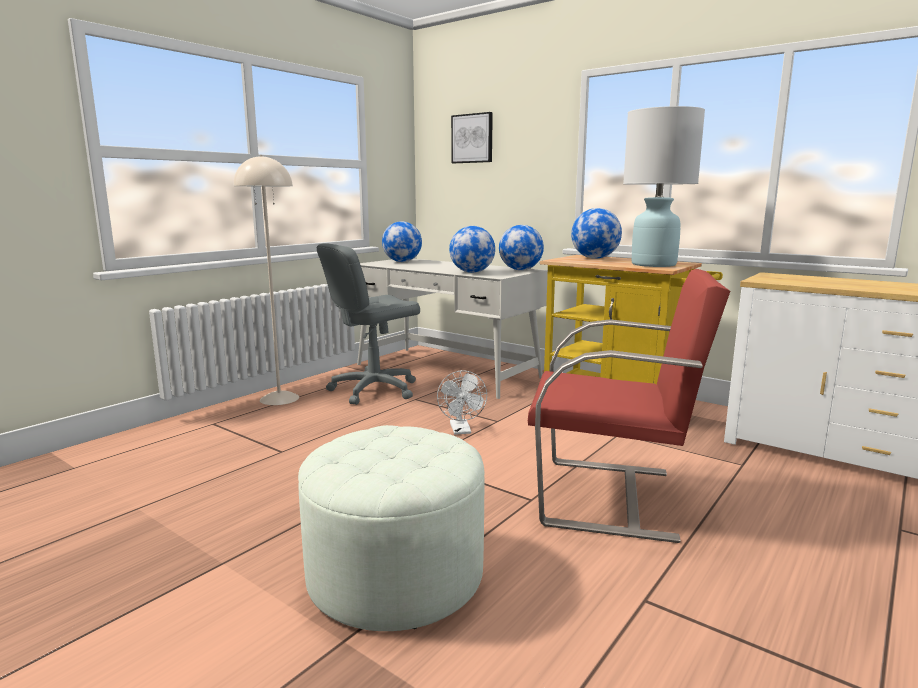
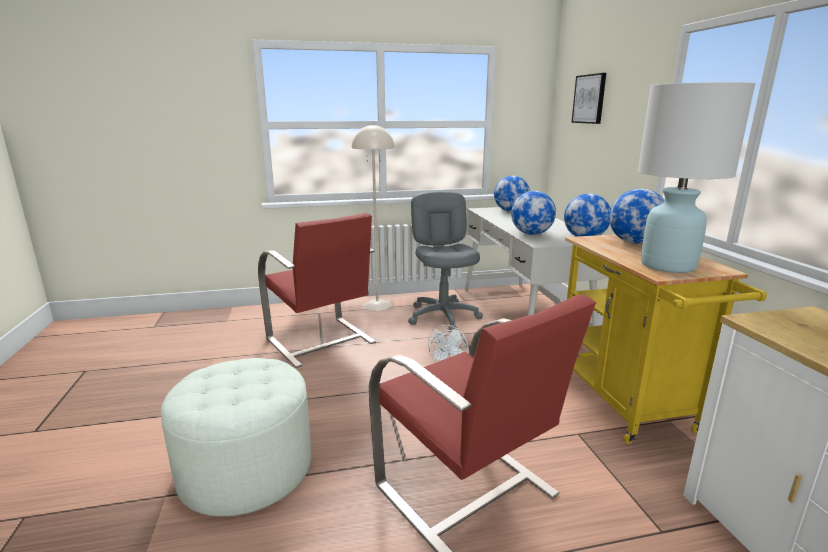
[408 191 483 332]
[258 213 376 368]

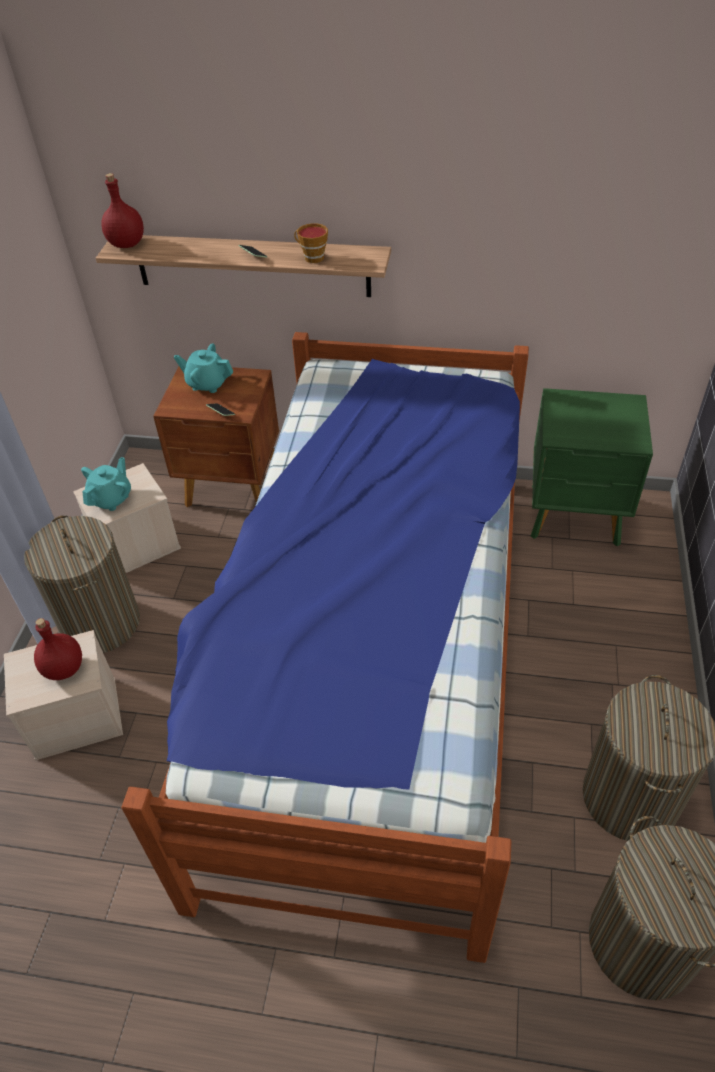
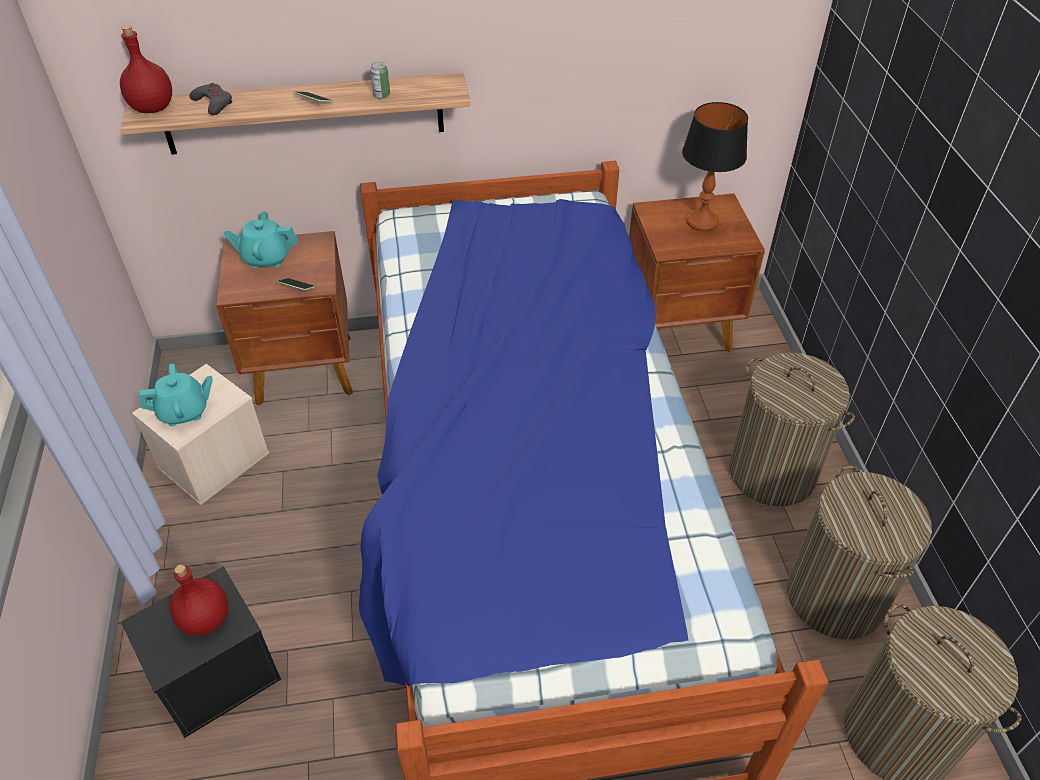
[370 62 390 99]
[629 193 765 353]
[140 363 213 426]
[729 352 855 507]
[121 566 281 738]
[189 83 232 115]
[682 102 748 231]

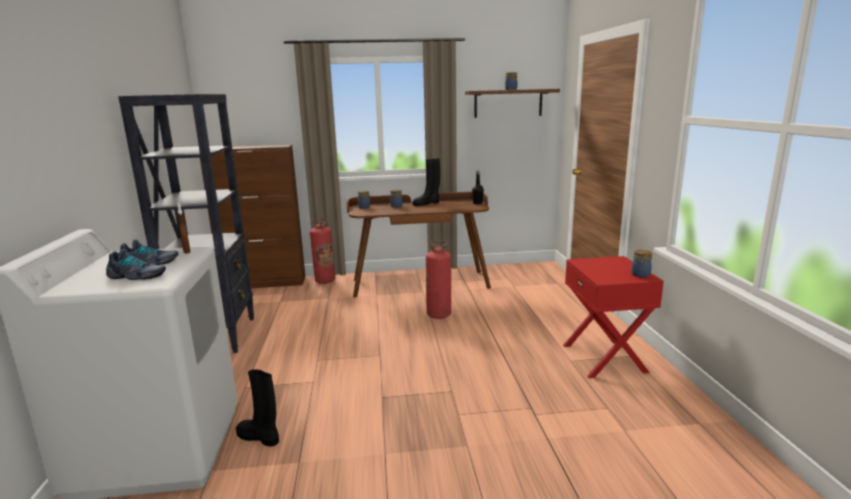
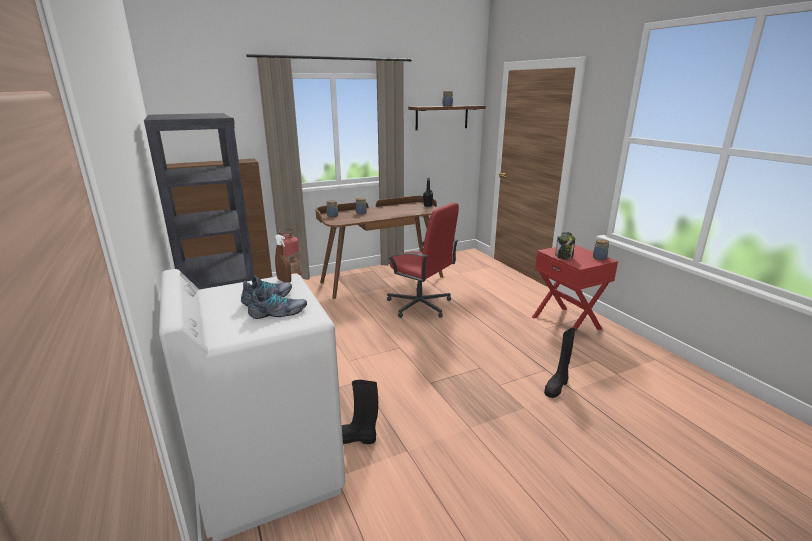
[544 328 575 398]
[387 203 459 318]
[555 232 575 260]

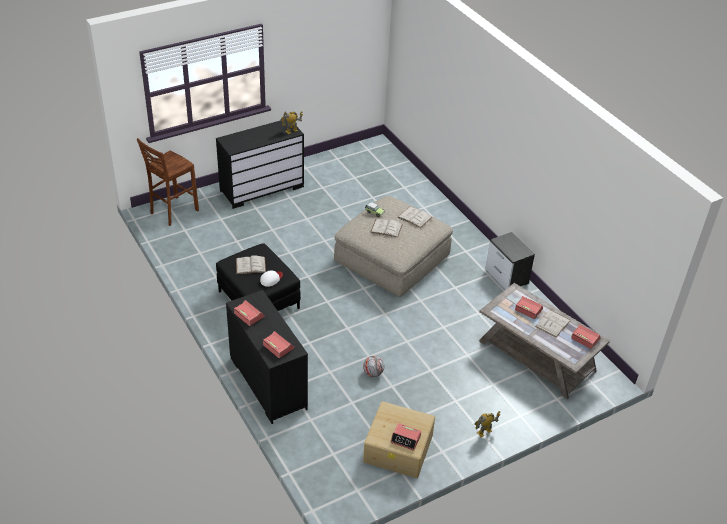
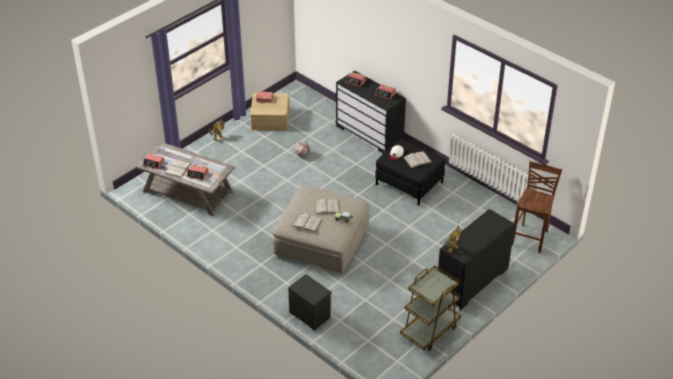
[288 274 332 331]
[400 266 461 351]

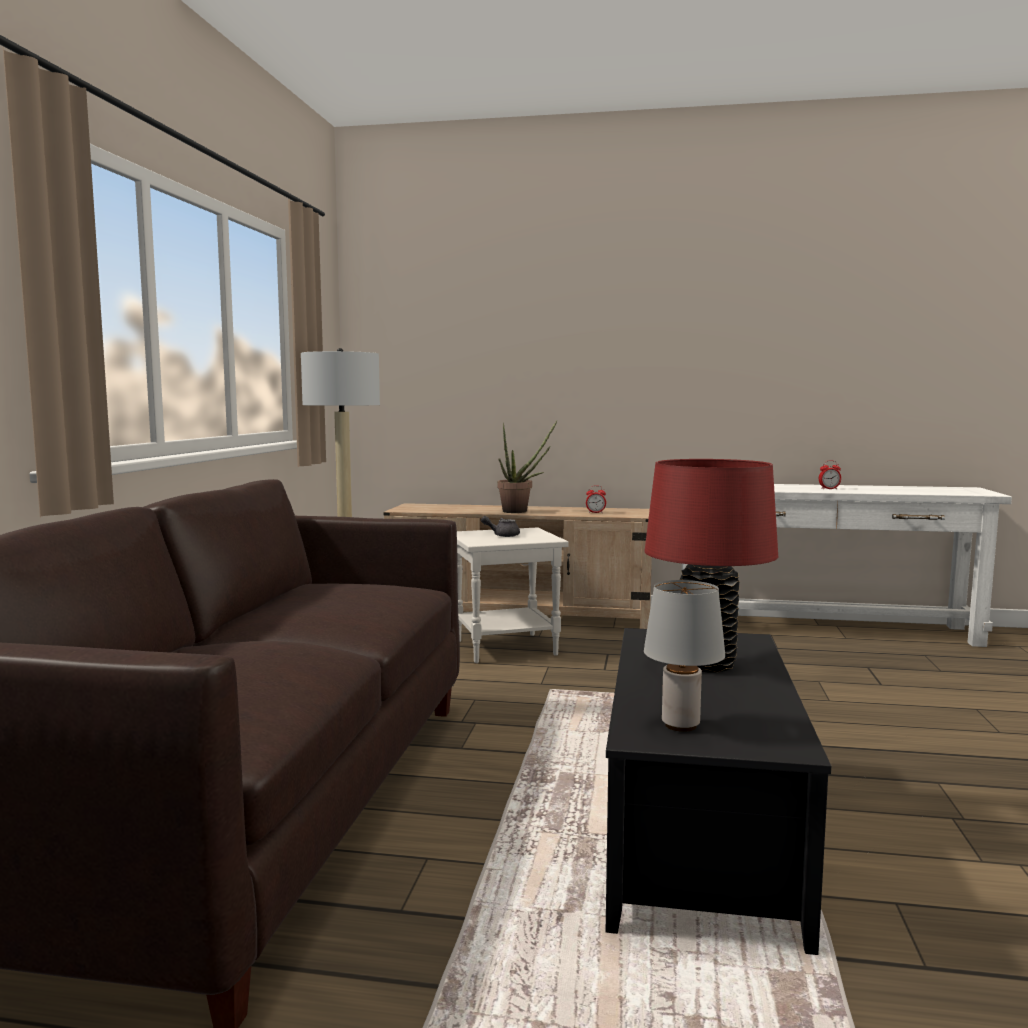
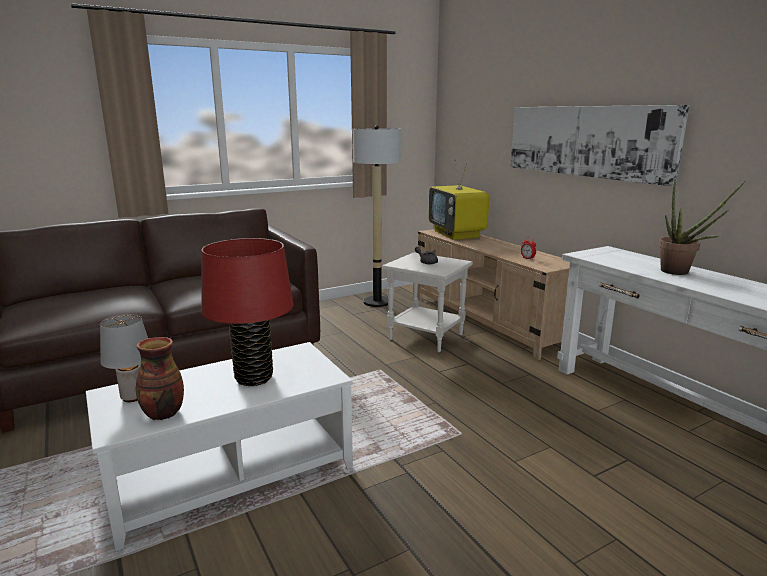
[659 179 745 275]
[819 460 841 489] (first image)
[86 342 353 551]
[510 105 689 187]
[429 160 489 240]
[136 337 184 420]

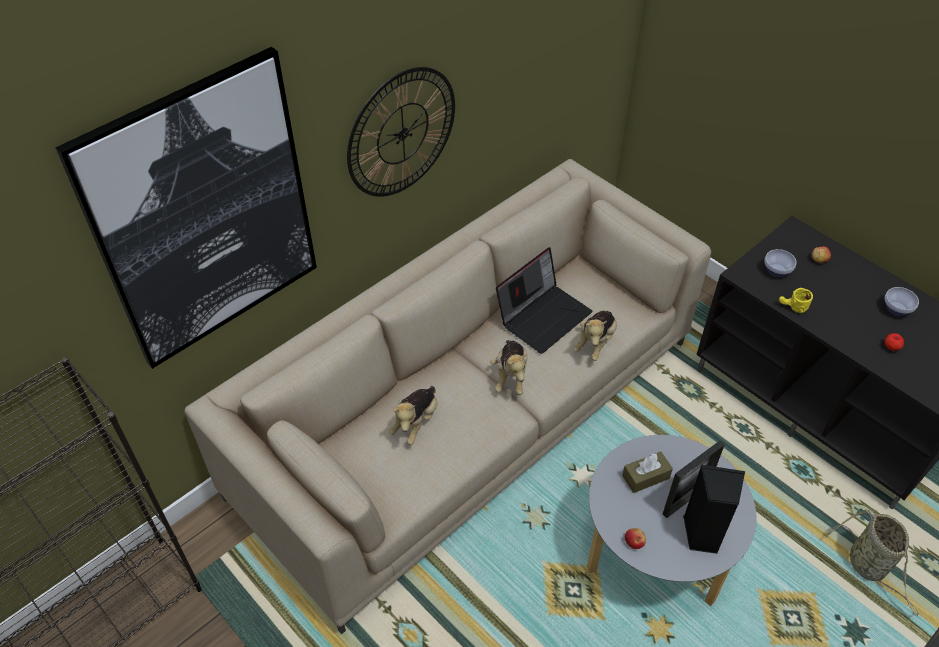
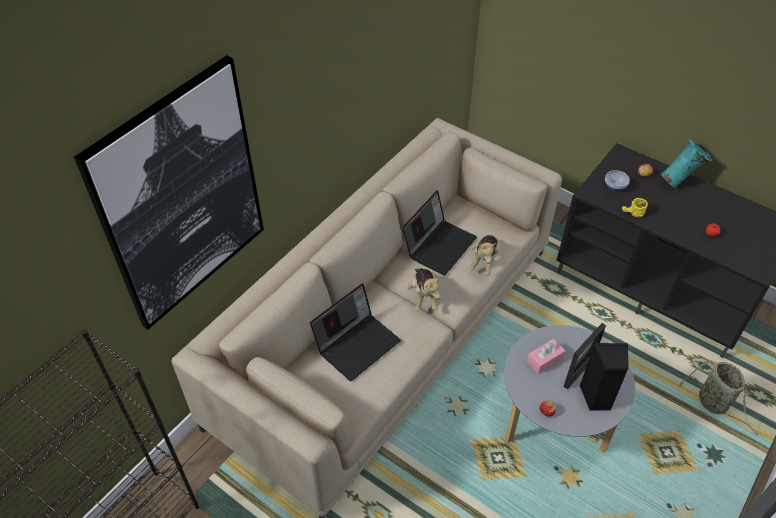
[347 67 455 197] (first image)
[885 287 919 316] (first image)
[310 284 401 381]
[527 339 566 374]
[661 139 712 188]

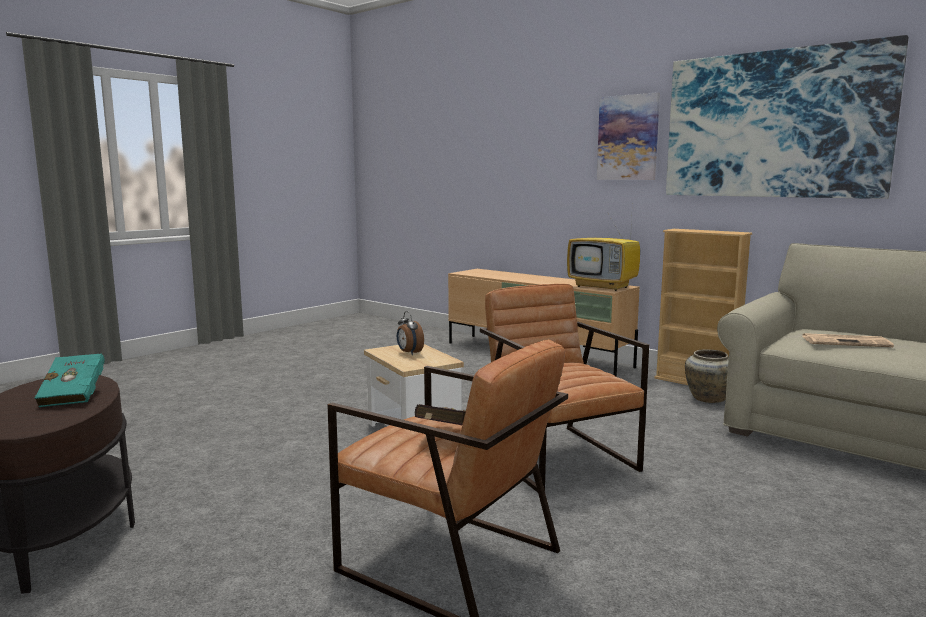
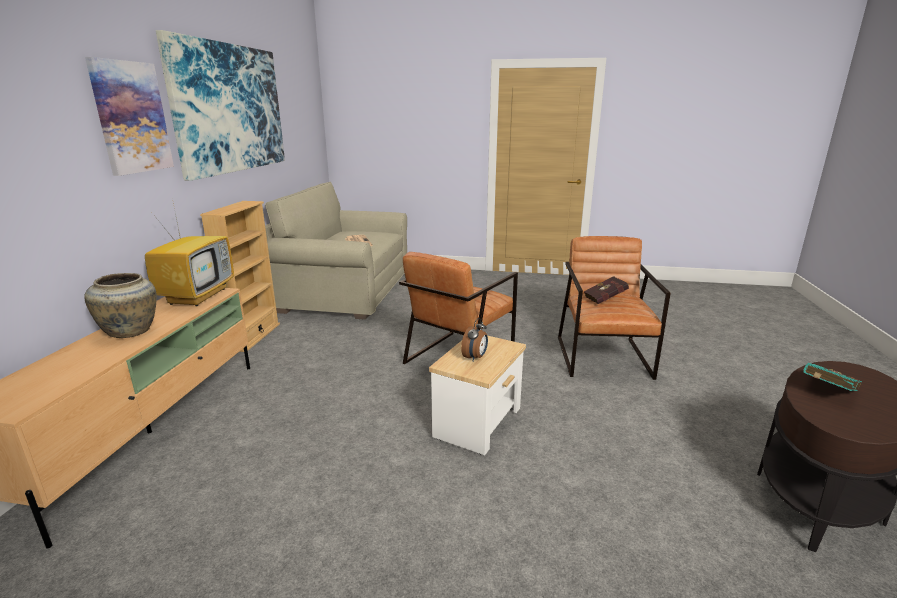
[84 273 157 338]

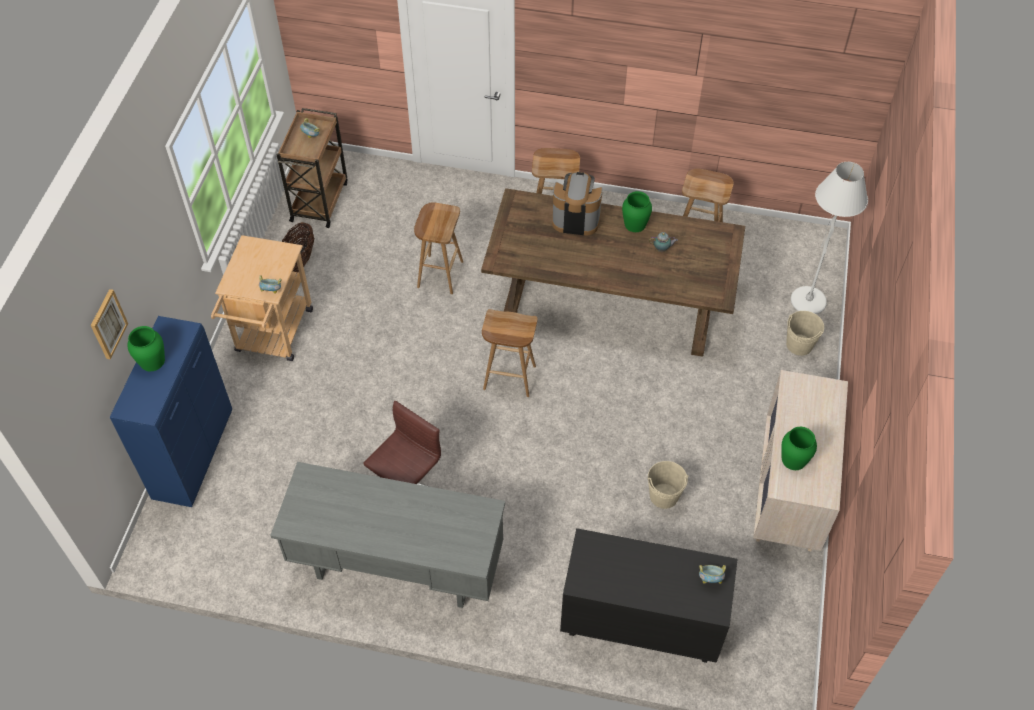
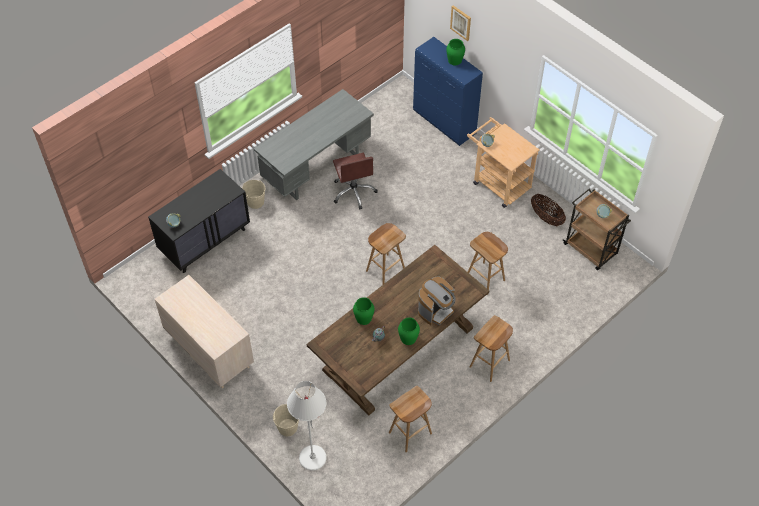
[353 297 374 325]
[242 180 266 209]

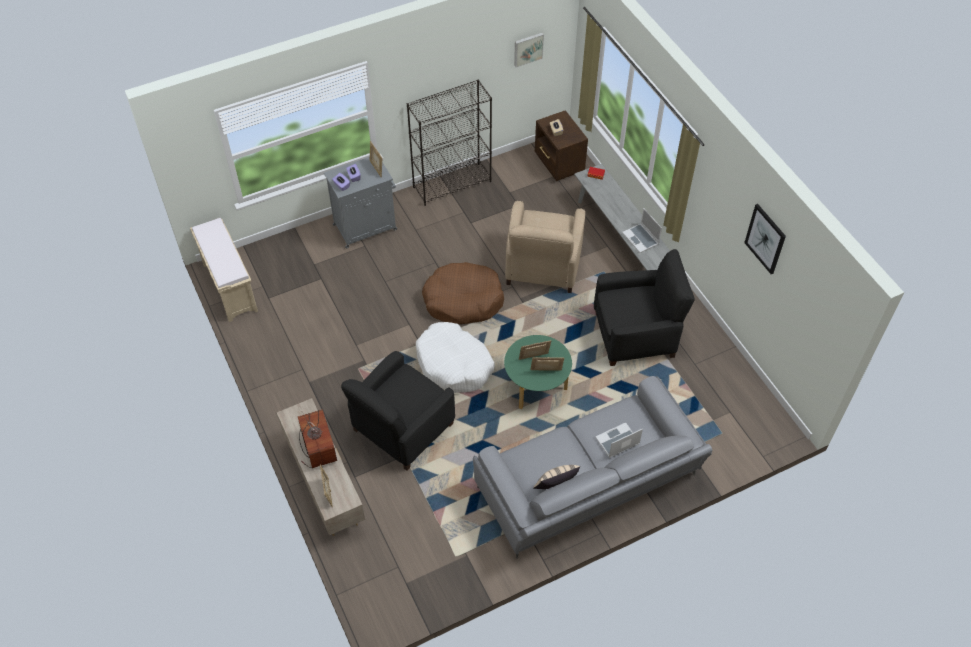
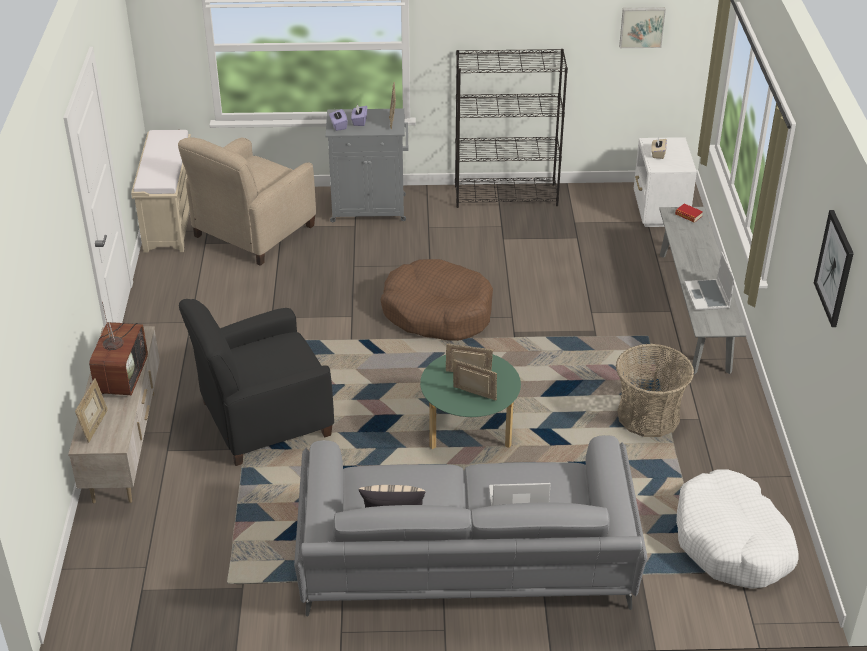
[634 137 697 227]
[178 137 316 266]
[616 344 694 437]
[676 470 799 589]

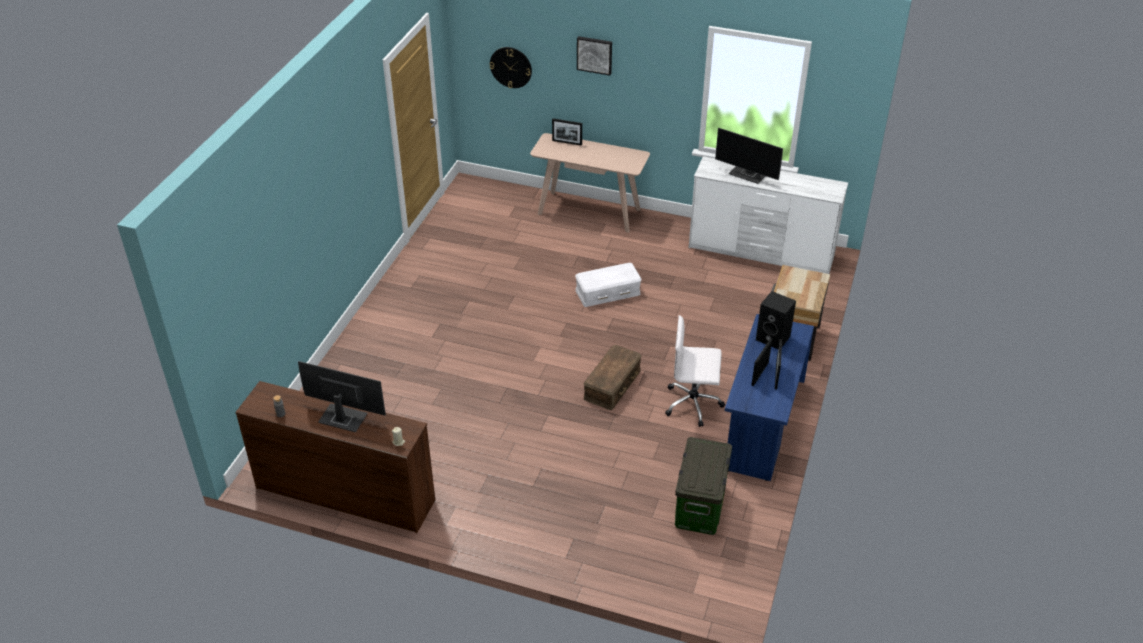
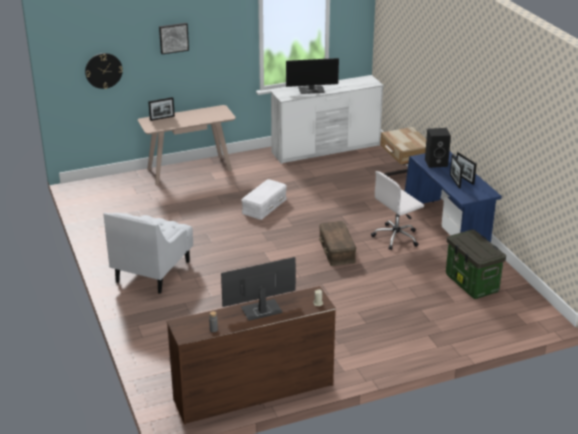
[103 212 193 294]

